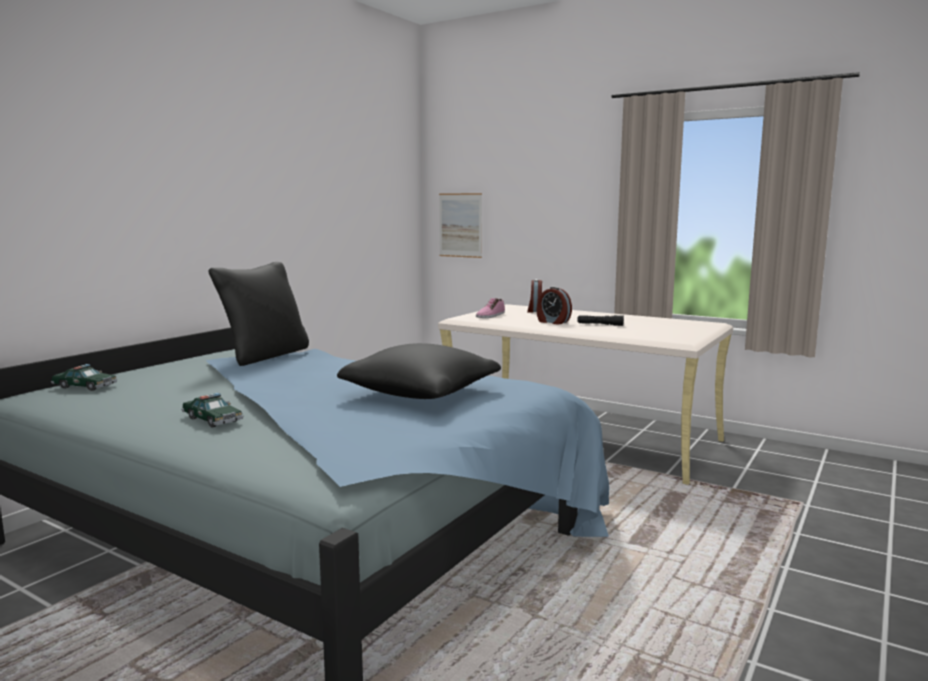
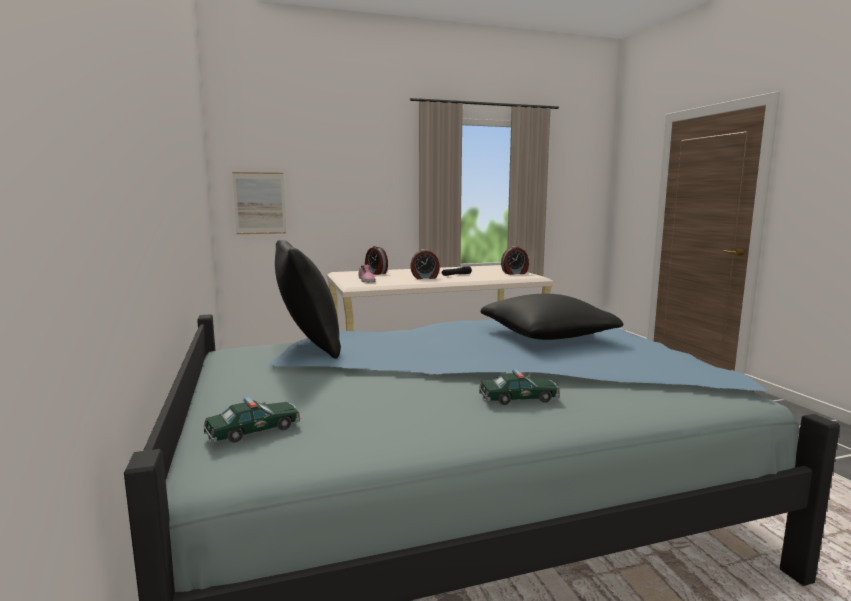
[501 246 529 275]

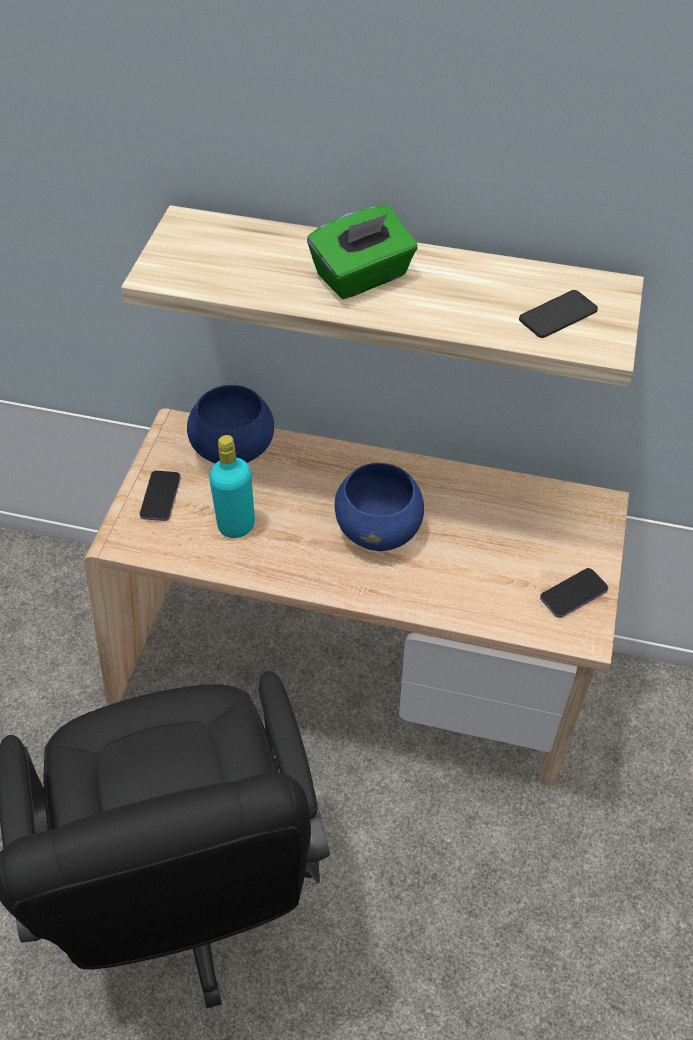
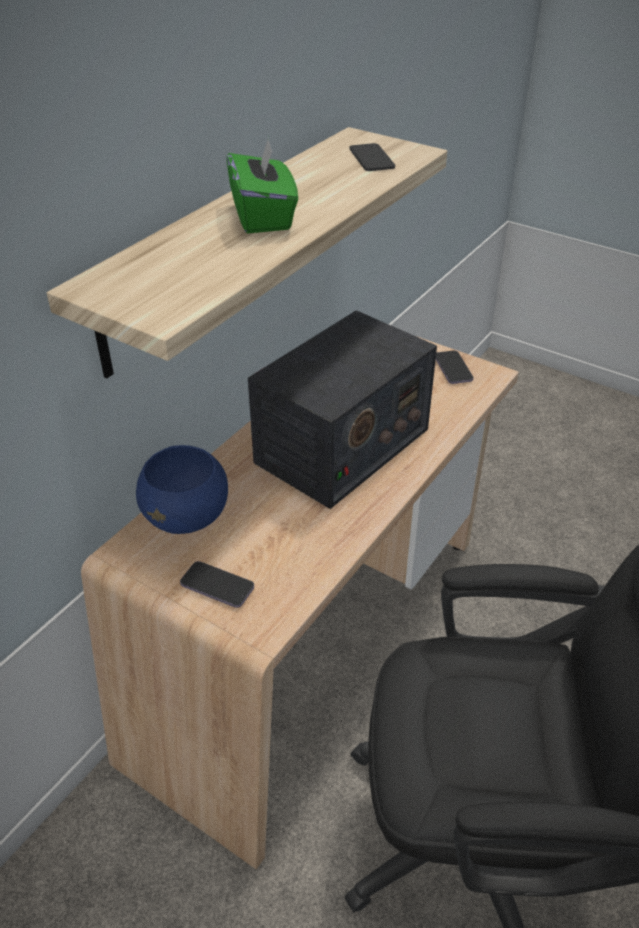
[209 435 255 538] (first image)
[248 310 437 509]

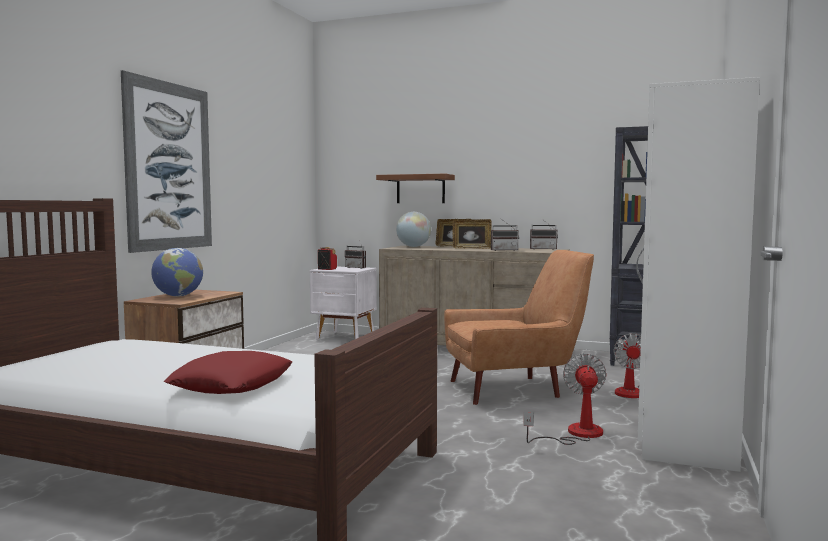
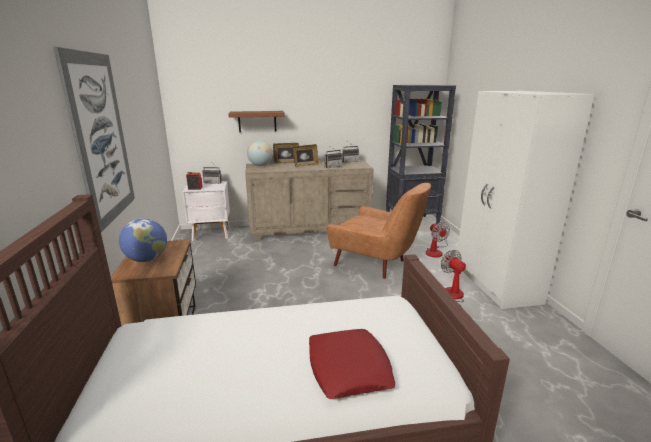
[327 183 431 279]

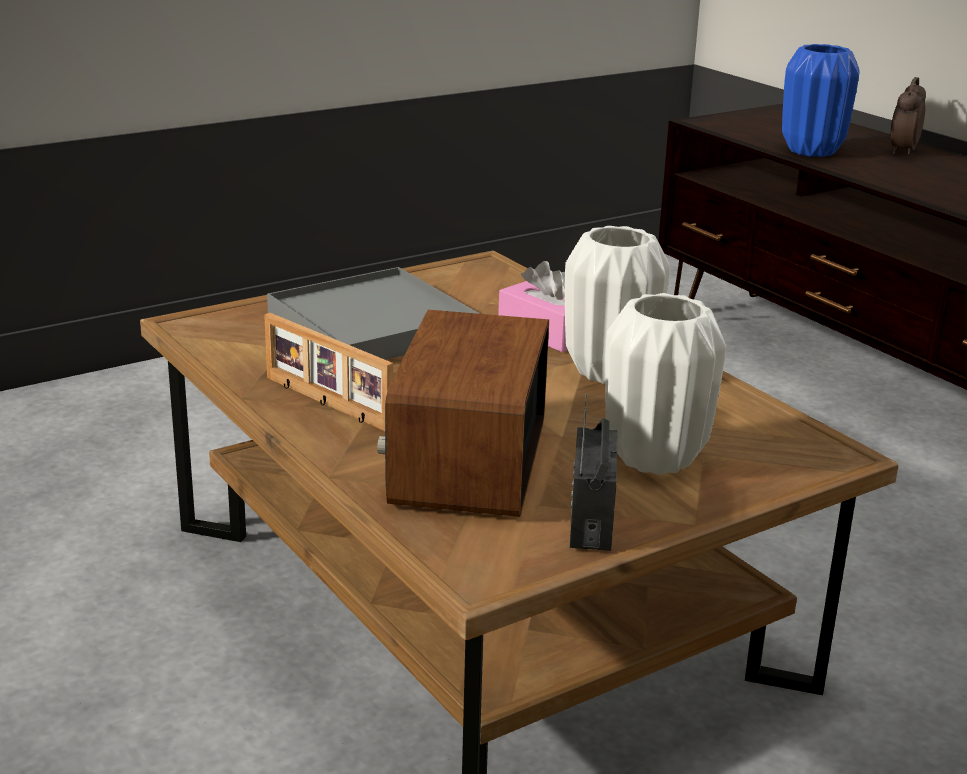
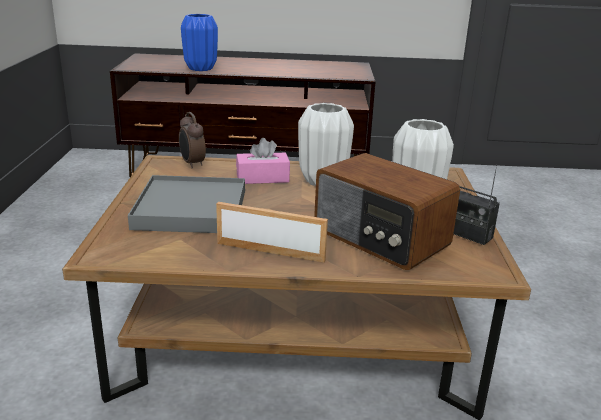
[179 112 206 169]
[216 202 328 263]

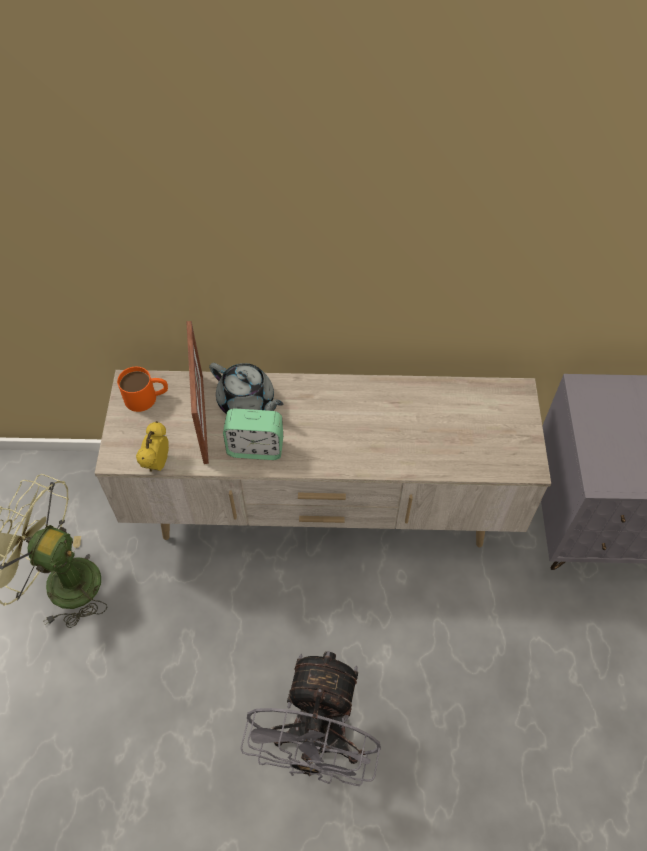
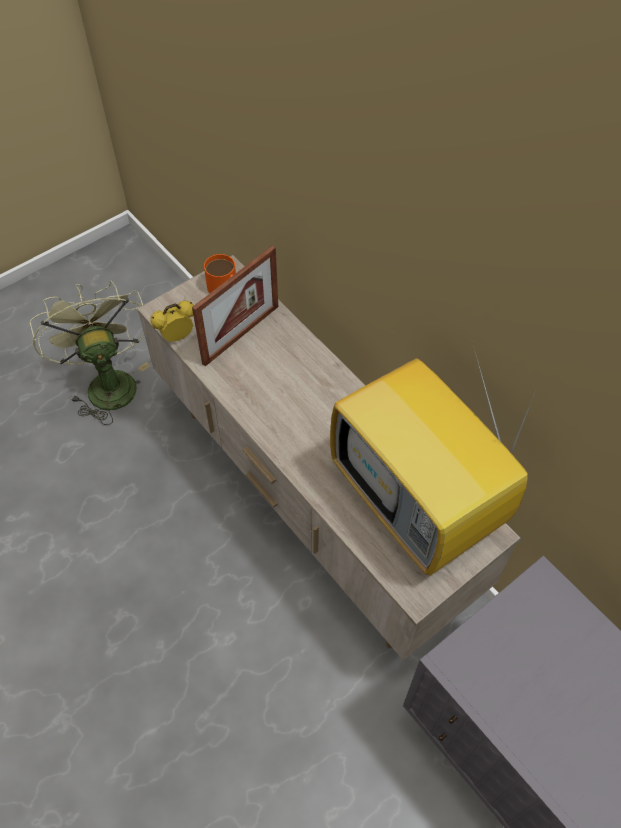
[209 363 283 414] (first image)
[223 408 283 460] (first image)
[240 651 381 786] (first image)
[330 345 539 576]

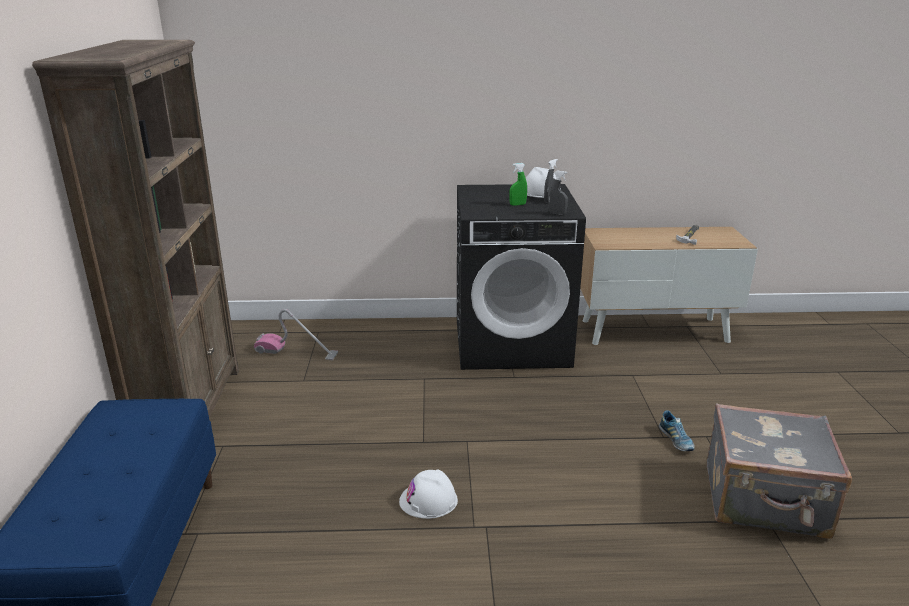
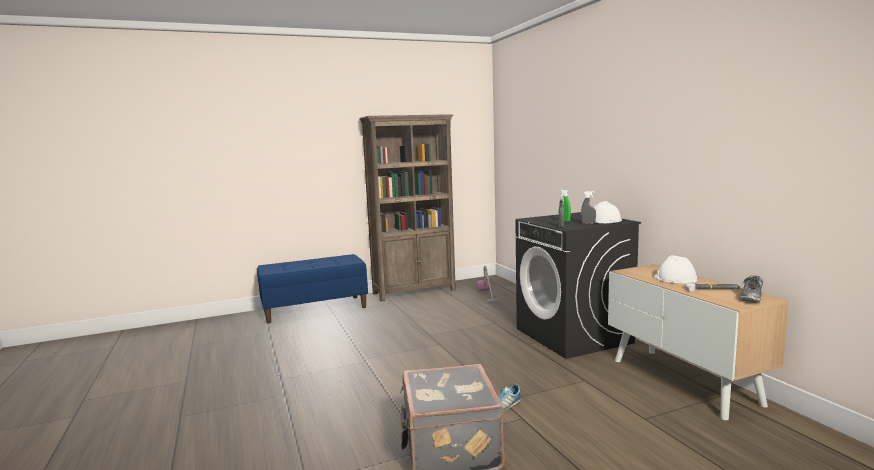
[654 255 697 284]
[739 275 763 303]

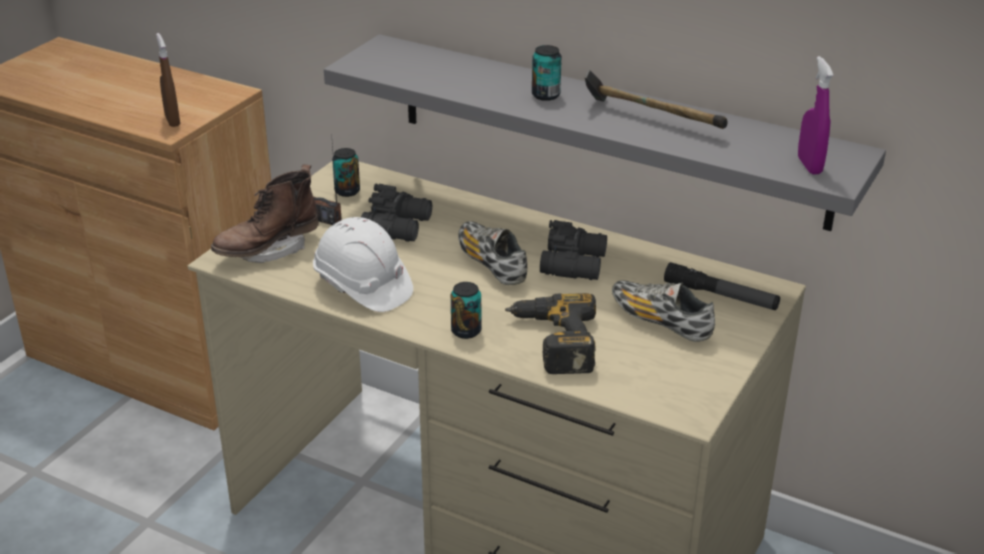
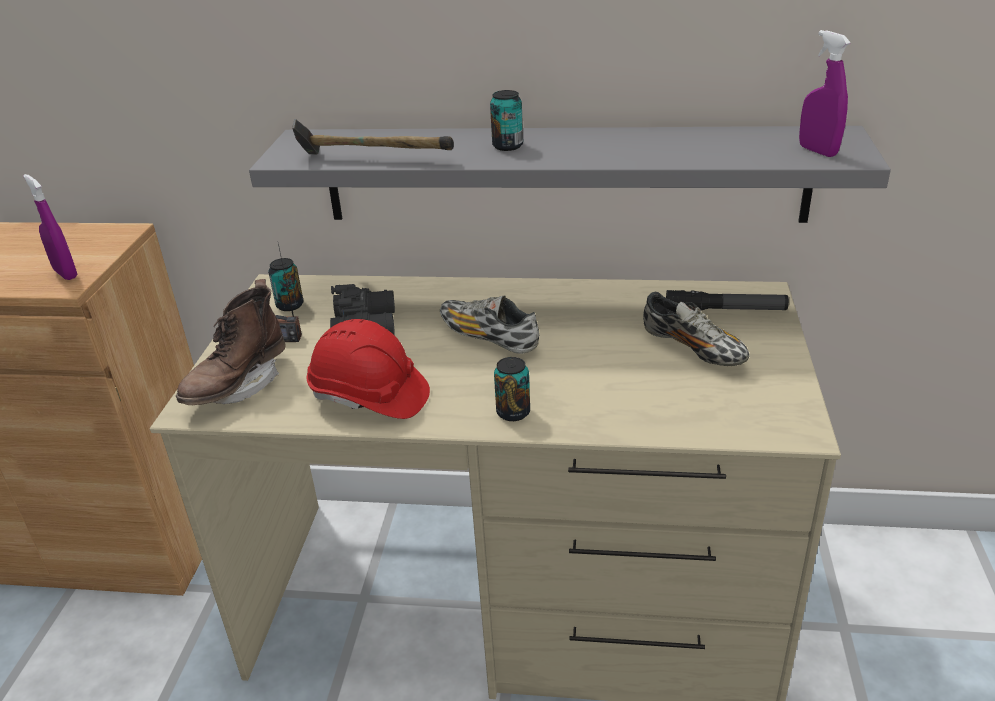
[23 174 77 280]
[292 119 454 154]
[306 319 430 419]
[540 220 607 280] (first image)
[643 291 750 366]
[505 293 596 374] (first image)

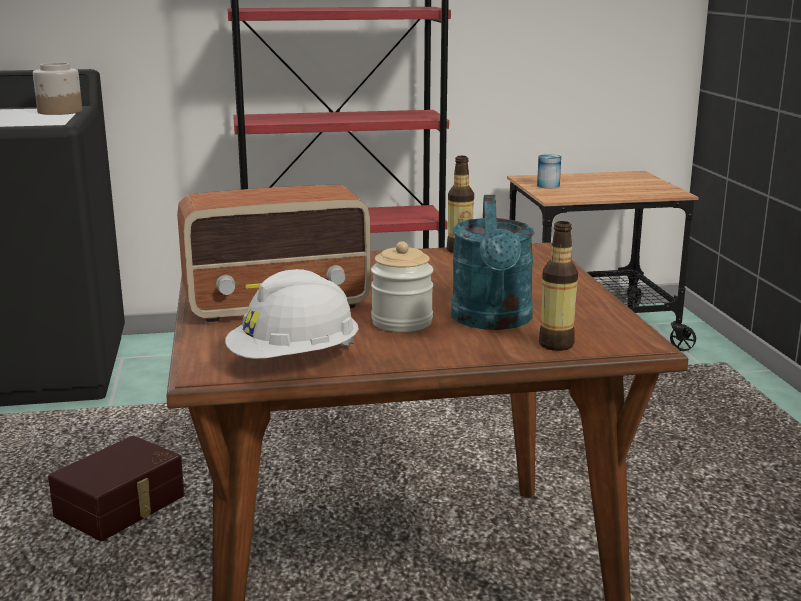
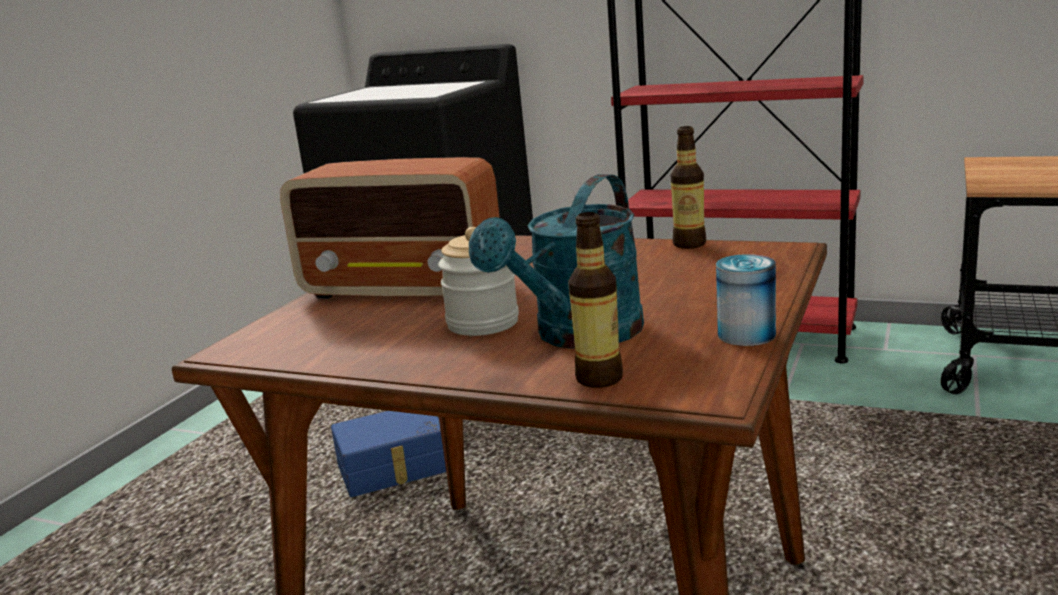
[33 63 82 115] (first image)
[716 254 776 346]
[225 269 359 359] (first image)
[331 411 446 497]

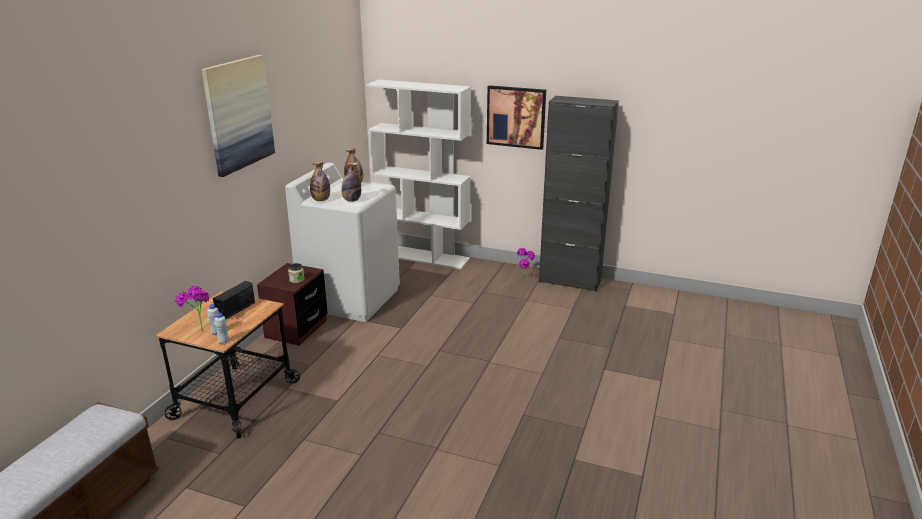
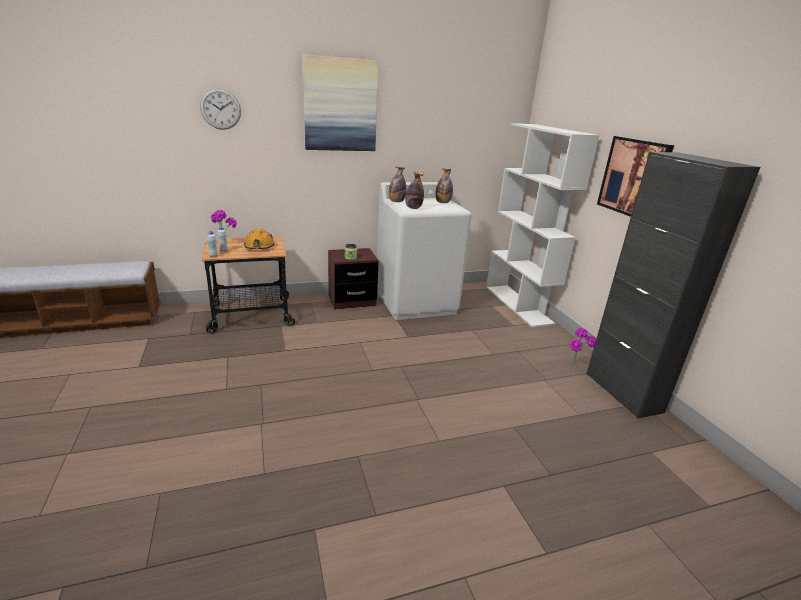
[244 228 274 249]
[200 88 241 130]

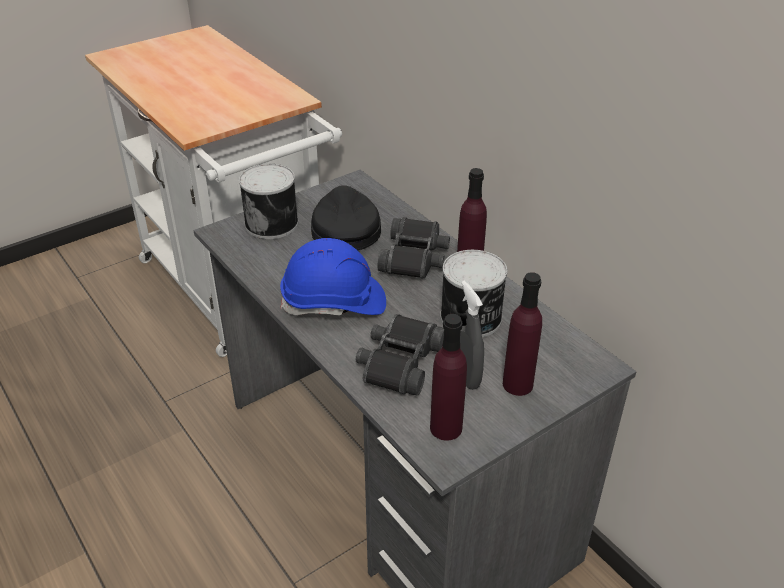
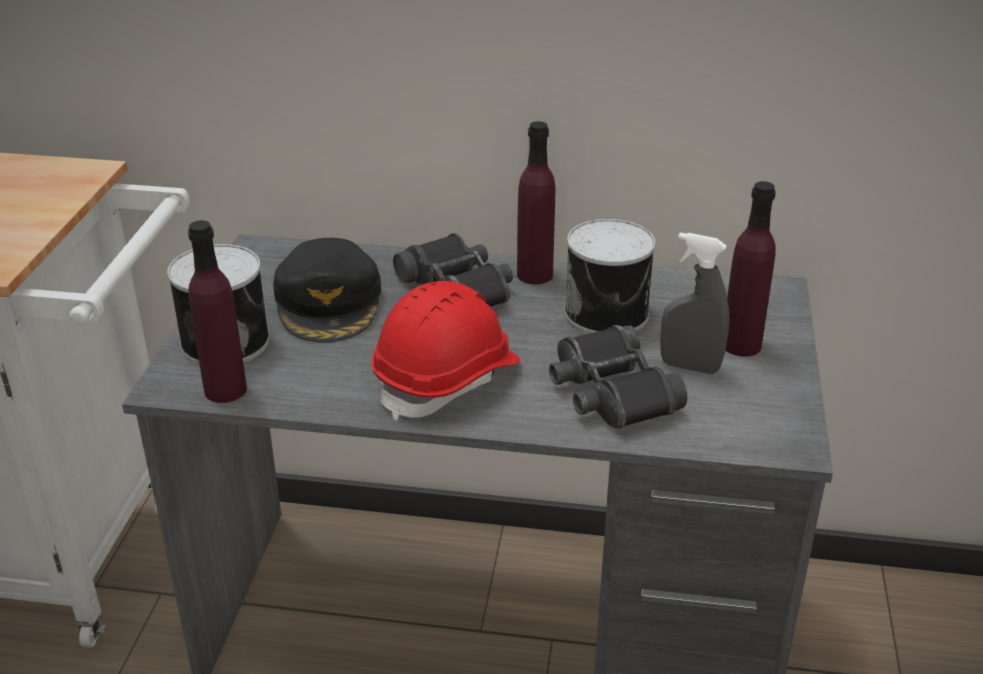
[273 238 381 343]
[371 281 521 420]
[188 220 247 403]

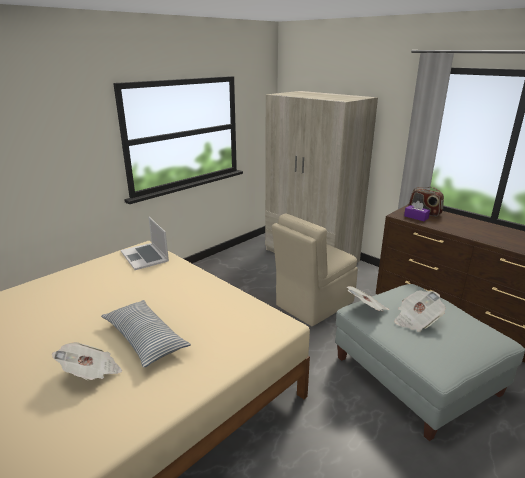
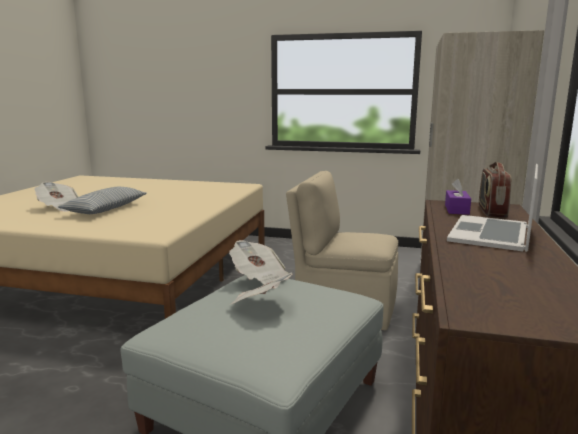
[447 164 538 252]

